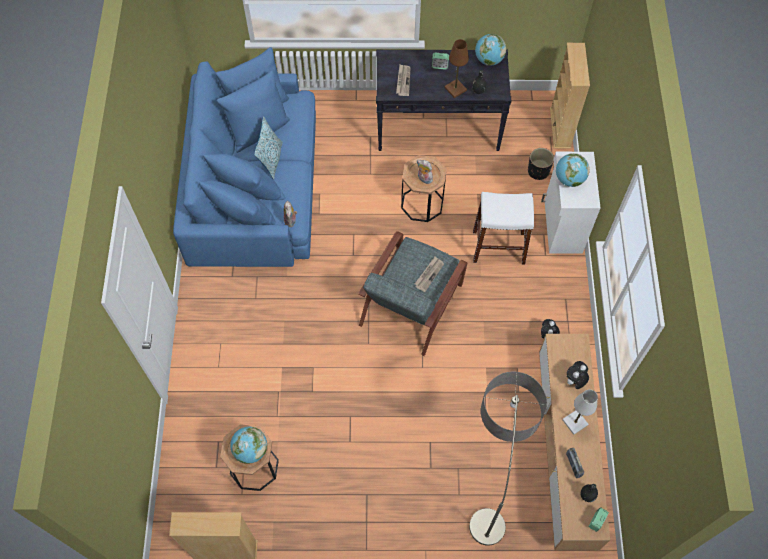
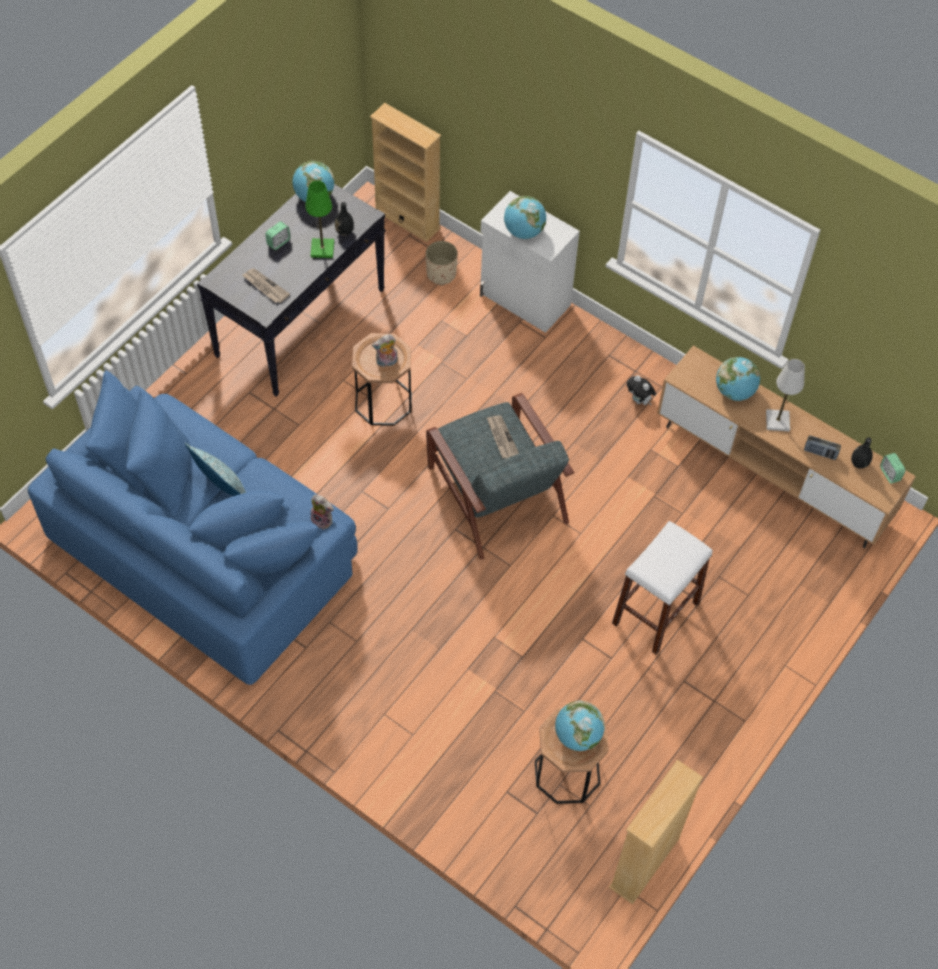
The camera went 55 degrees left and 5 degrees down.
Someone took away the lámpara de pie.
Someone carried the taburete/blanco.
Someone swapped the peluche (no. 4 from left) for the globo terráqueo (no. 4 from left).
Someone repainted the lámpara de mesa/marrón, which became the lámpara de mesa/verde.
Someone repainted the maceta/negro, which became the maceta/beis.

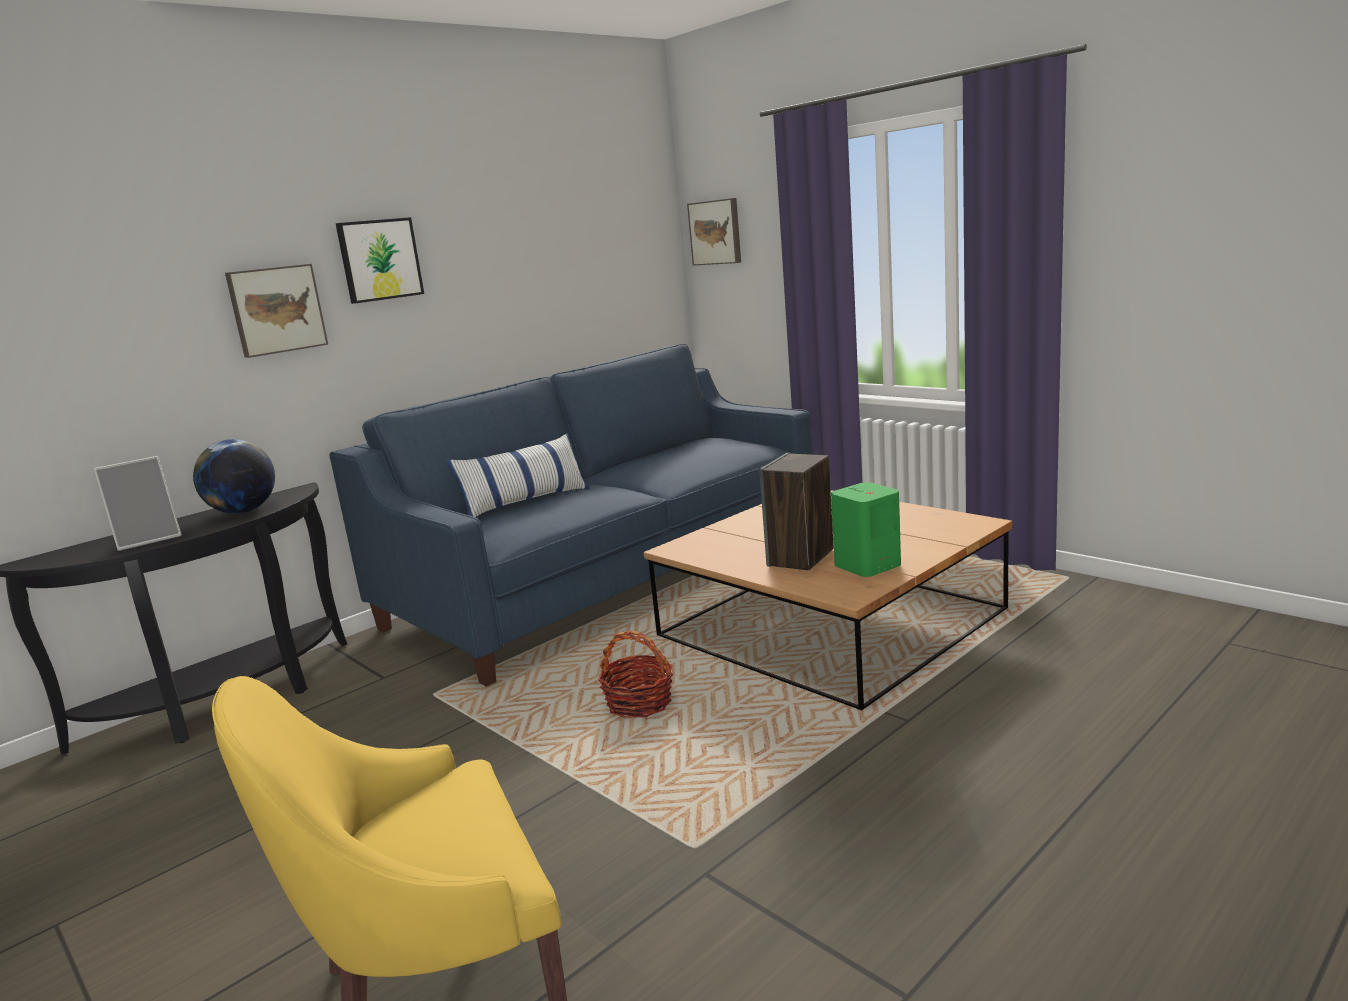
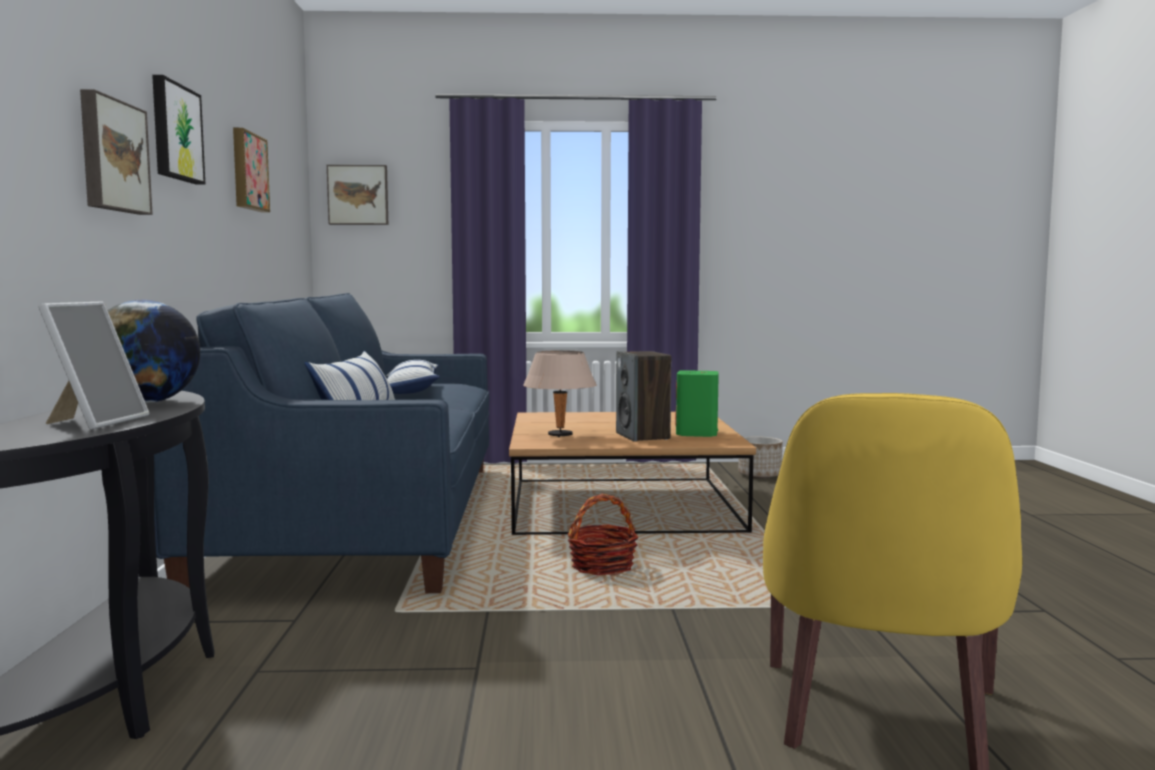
The camera went 50 degrees left and 10 degrees down.
Someone put up the cuadro (no. 3 from left).
Someone put down the cojín (no. 2 from left).
Someone put down the lámpara de mesa/beis.
Someone put down the maceta.

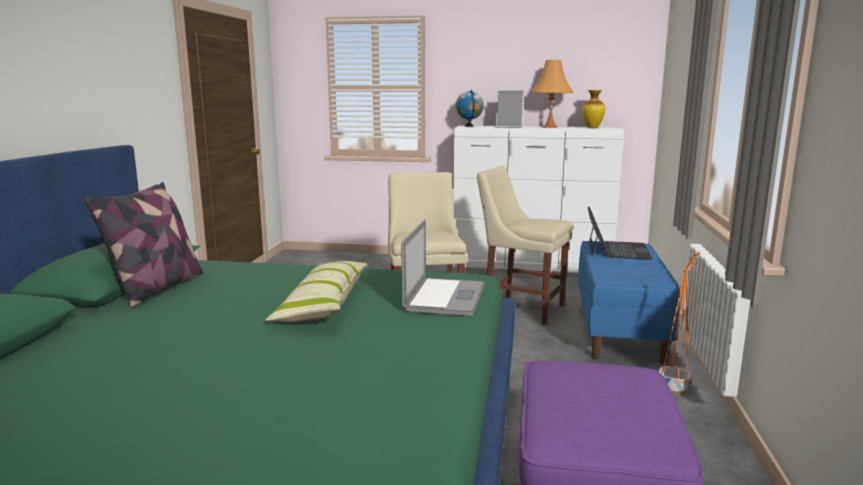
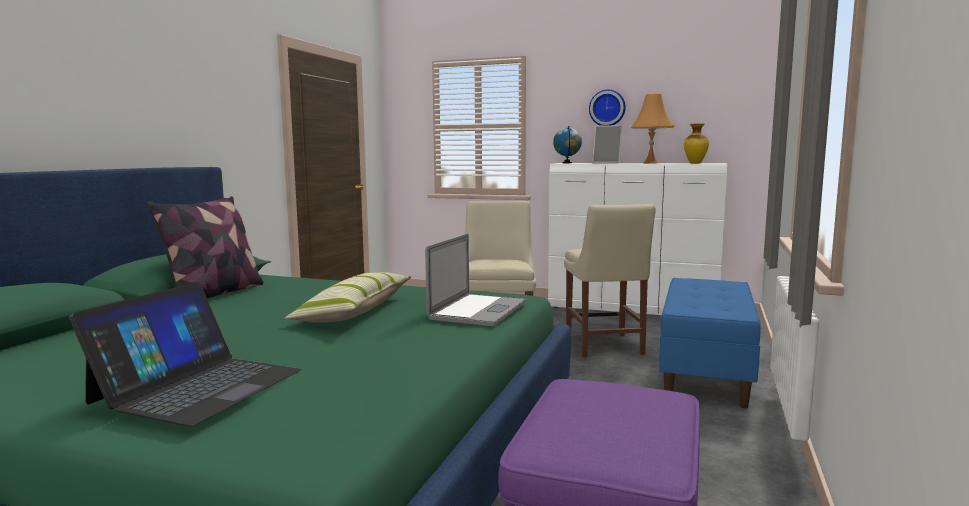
The camera went 10 degrees right and 5 degrees down.
Someone took away the maceta/naranja.
Someone put up the reloj de pared.
Someone carried the portátil (no. 2 from left in the first image).
Someone rotated the silla/beis (no. 2 from left) by 135 degrees counterclockwise.

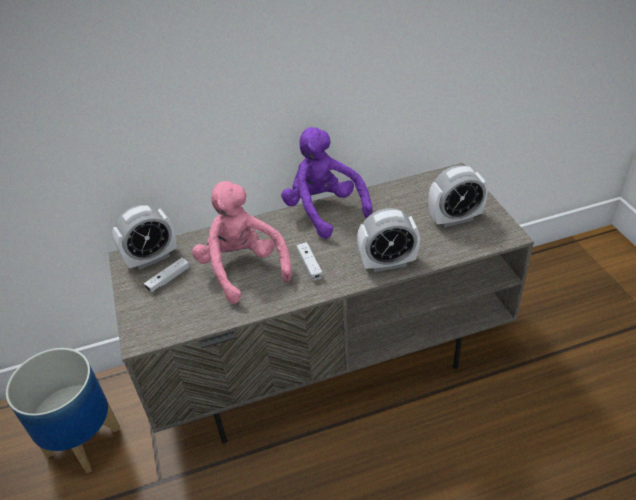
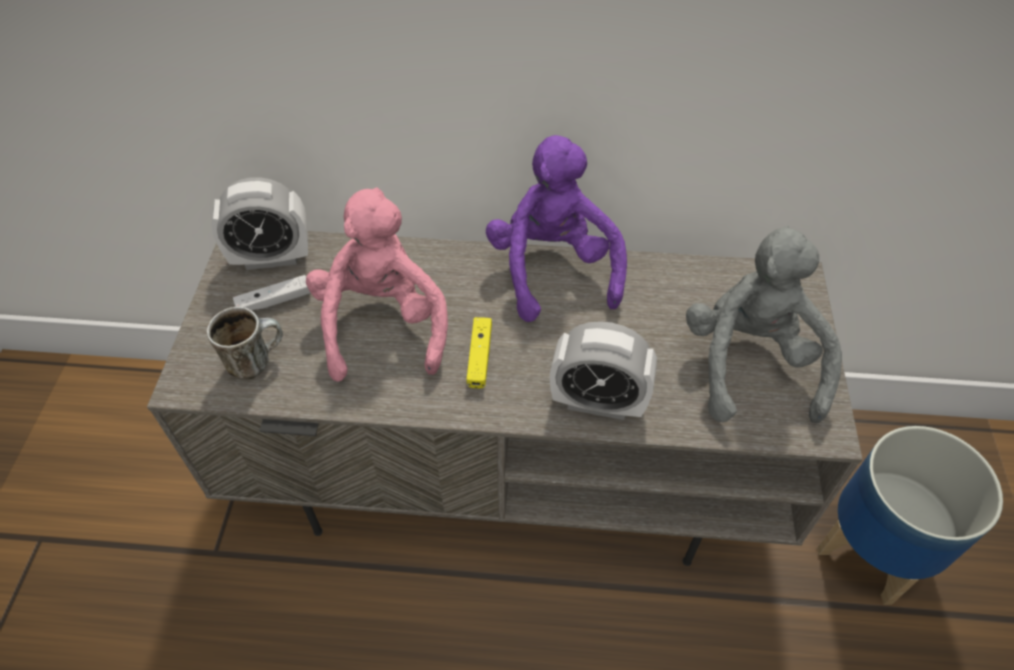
The camera went 20 degrees right and 10 degrees up.
Someone put down the taza grande.
Someone carried the maceta.
Someone swapped the despertador (no. 3 from left) for the peluche/gris.
Someone repainted the mando de consola/blanco (no. 2 from left), which became the mando de consola/amarillo.

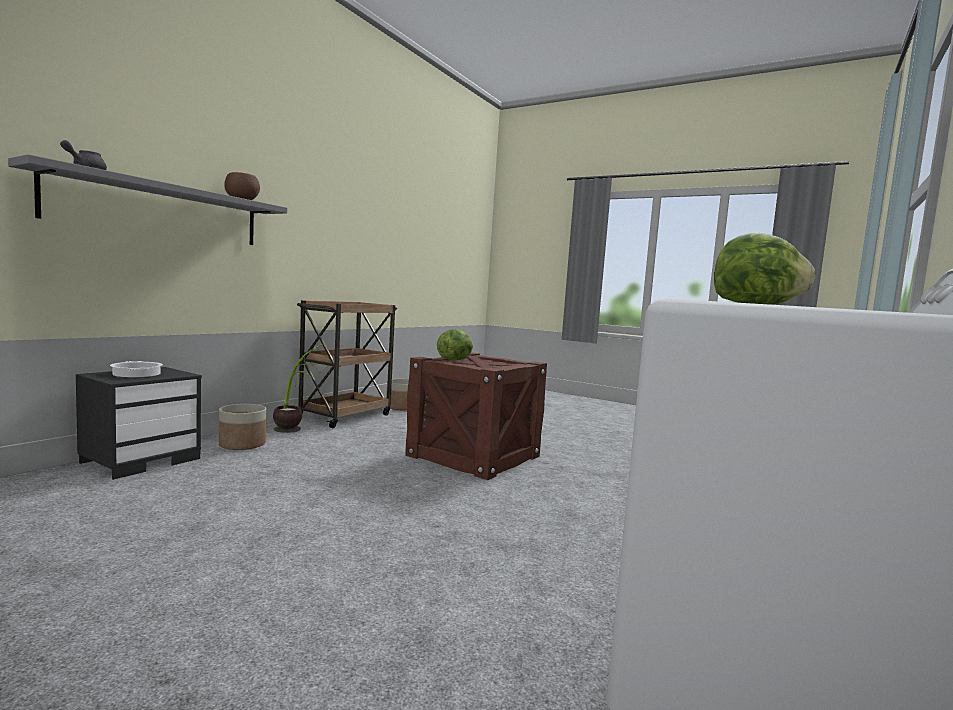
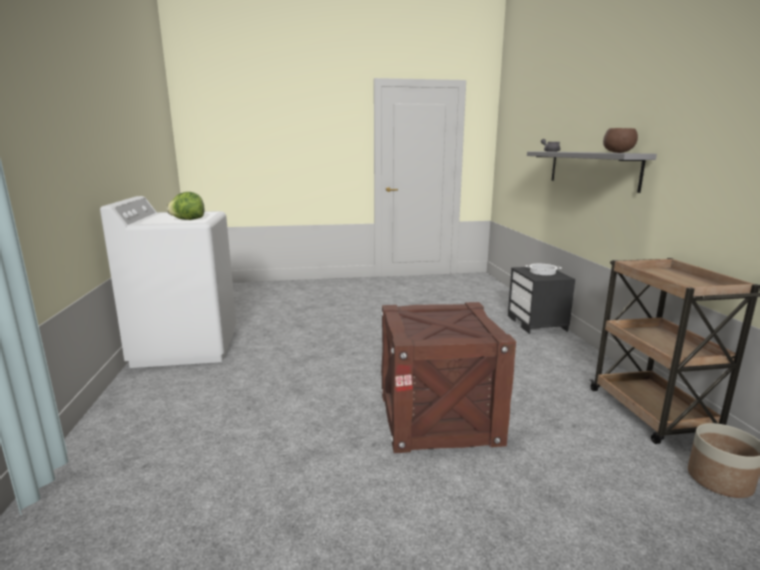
The camera went 140 degrees right and 10 degrees up.
Someone took away the maceta (no. 1 from left).
Someone took away the planta en maceta.
Someone took away the lechuga (no. 1 from left).

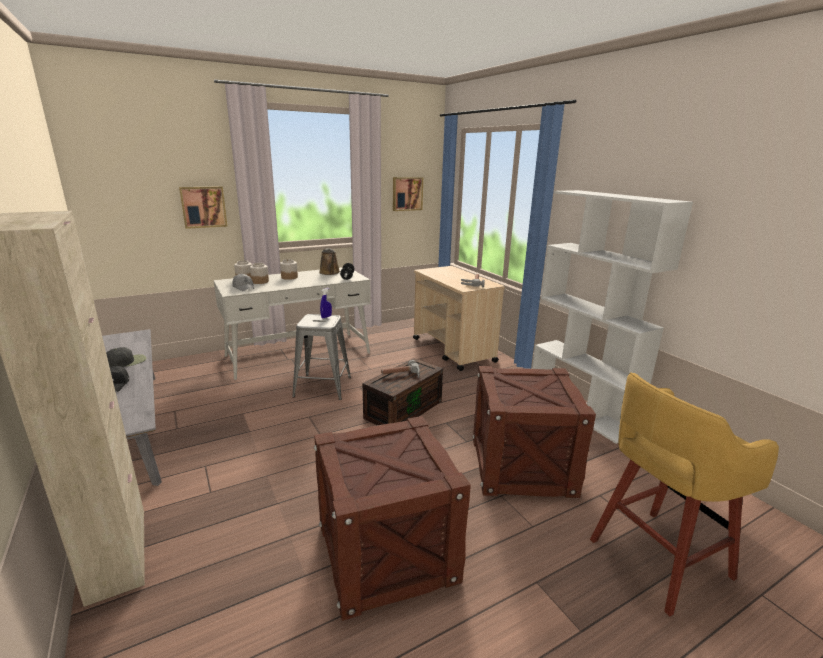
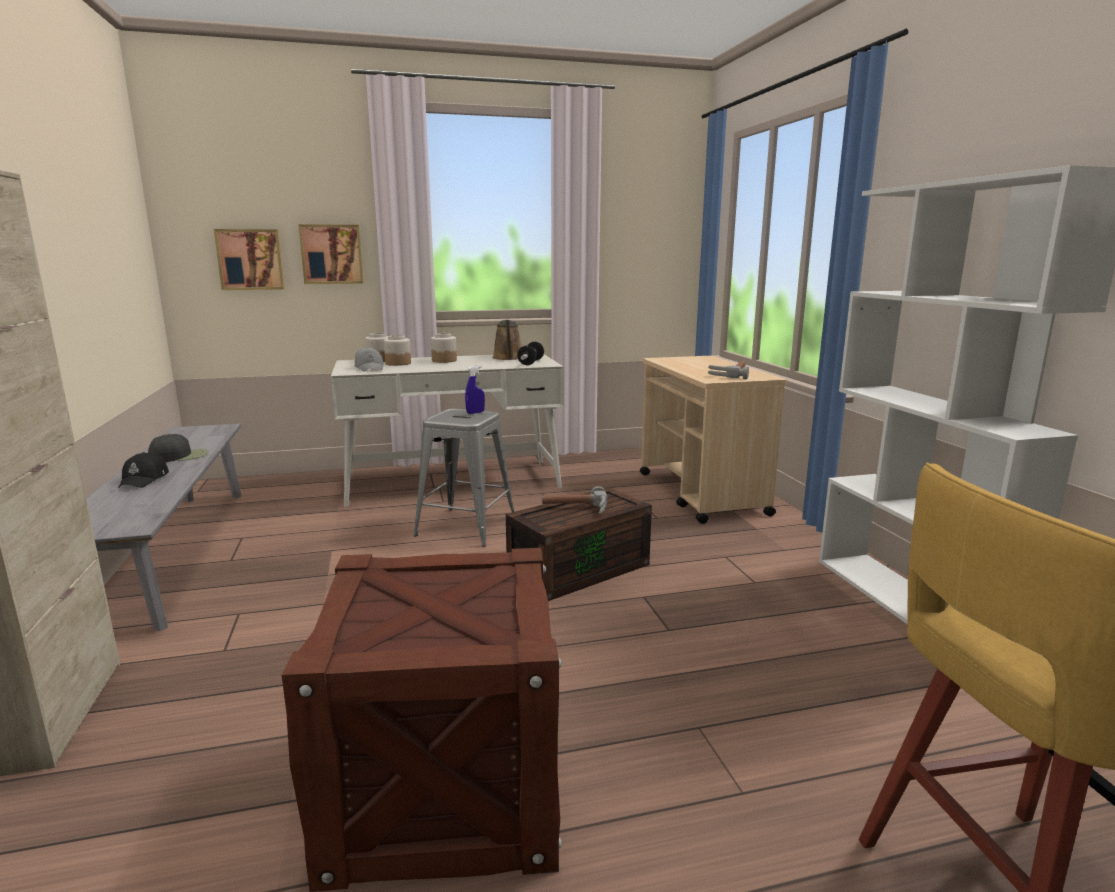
The camera went 15 degrees right and 5 degrees down.
Someone took away the caja de embalaje (no. 2 from left).
Someone carried the cuadro (no. 2 from left in the first image).

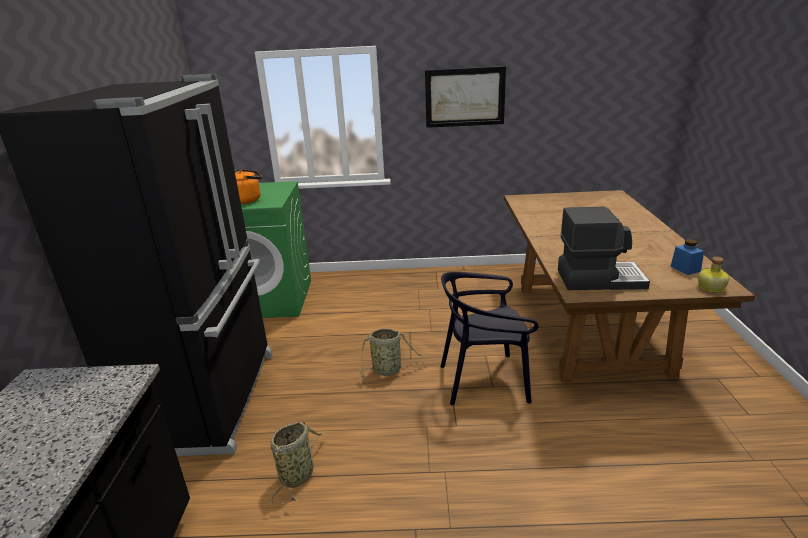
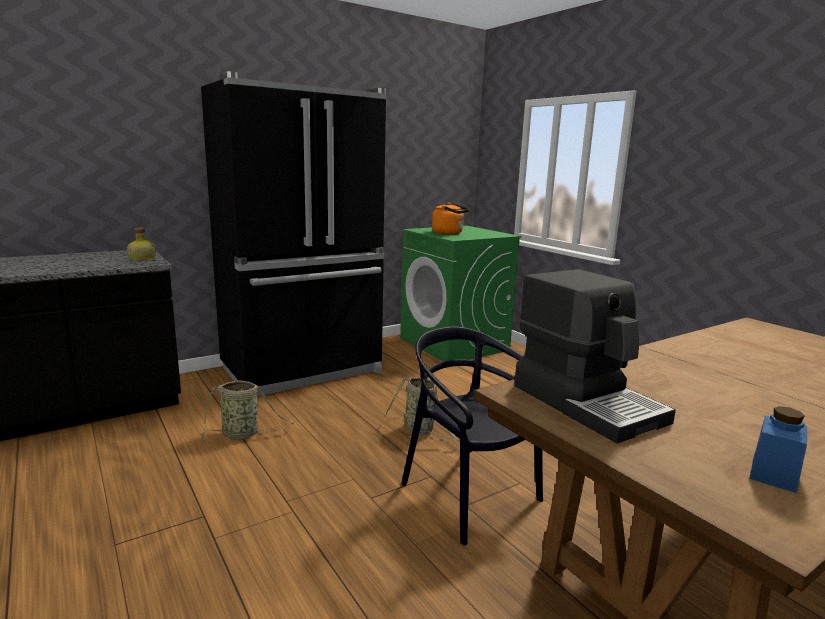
The camera went 55 degrees right and 10 degrees down.
Someone took away the cuadro.
Someone carried the botella.

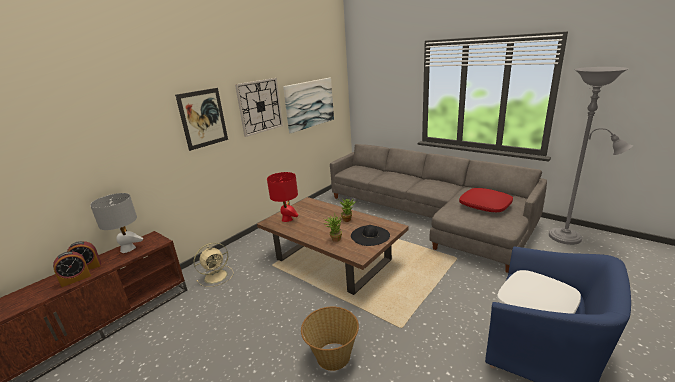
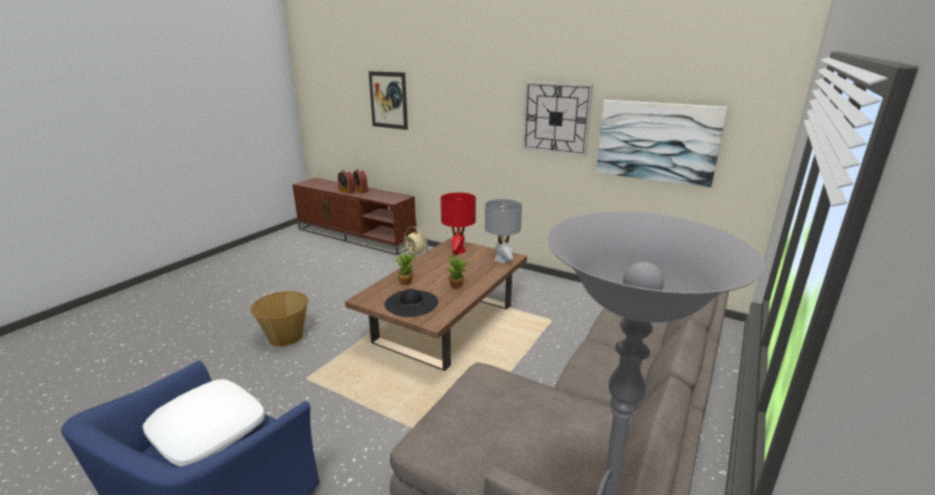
The camera went 80 degrees right and 0 degrees up.
Someone took away the cojín/rojo.
Someone carried the lámpara de mesa/gris.
Someone carried the cuadro (no. 1 from left).

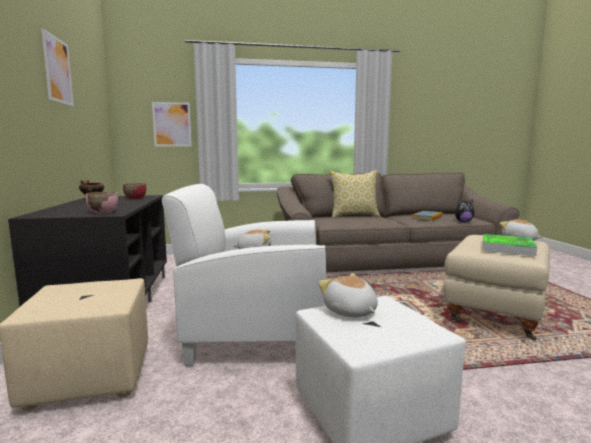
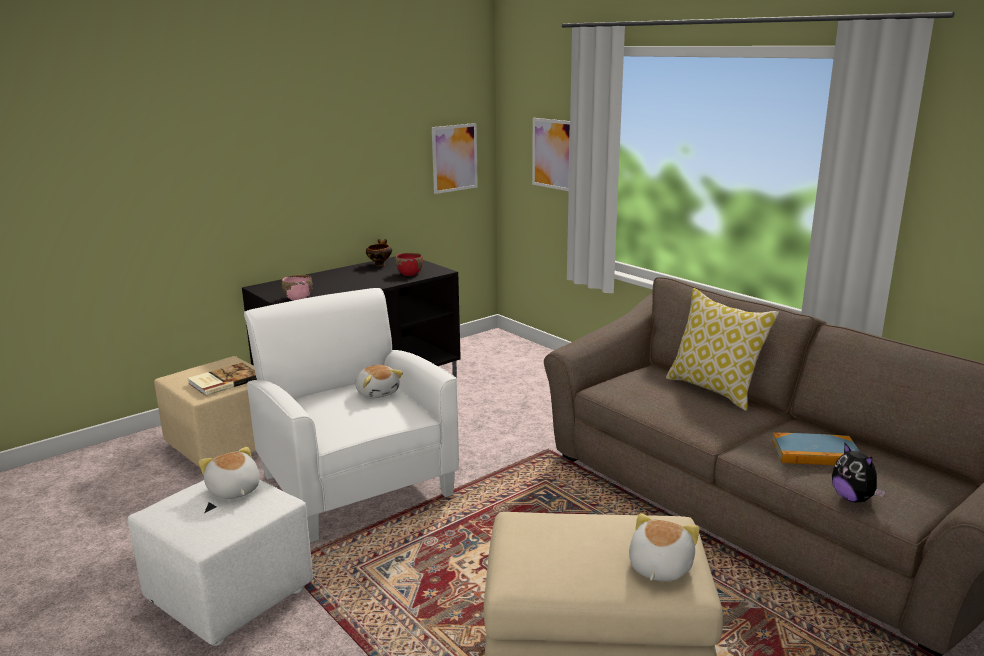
The camera went 60 degrees right and 10 degrees up.
Someone took away the bandeja.
Someone put down the libro (no. 1 from left).
Someone carried the cuadro (no. 1 from left).
Someone rotated the peluche (no. 2 from left in the first image) by 60 degrees counterclockwise.

